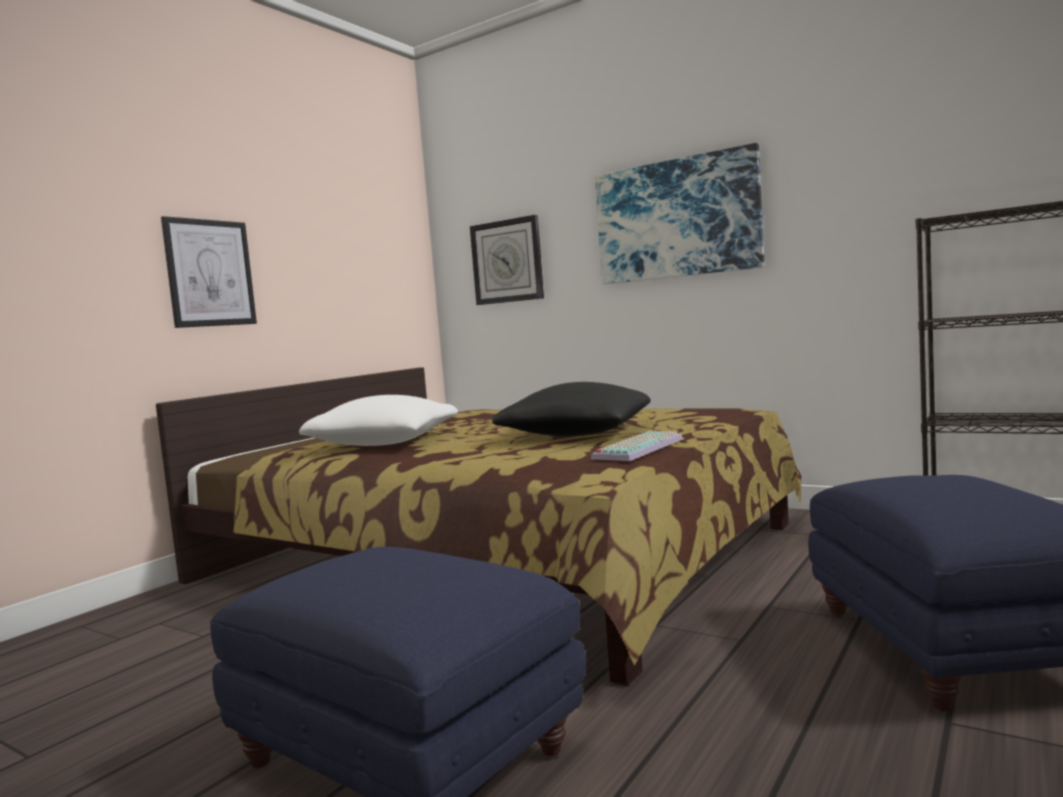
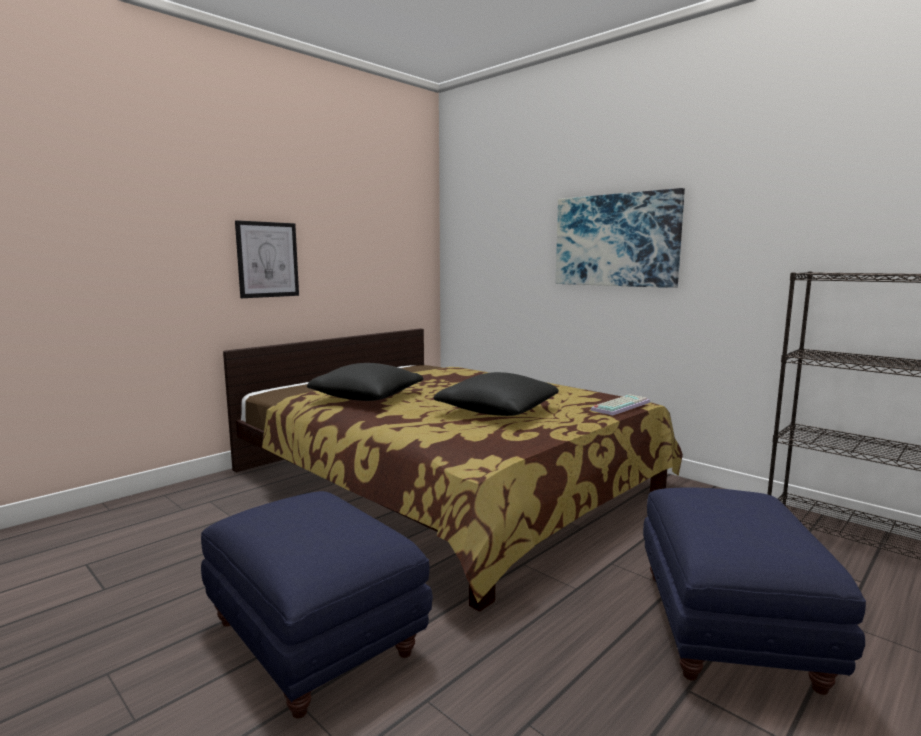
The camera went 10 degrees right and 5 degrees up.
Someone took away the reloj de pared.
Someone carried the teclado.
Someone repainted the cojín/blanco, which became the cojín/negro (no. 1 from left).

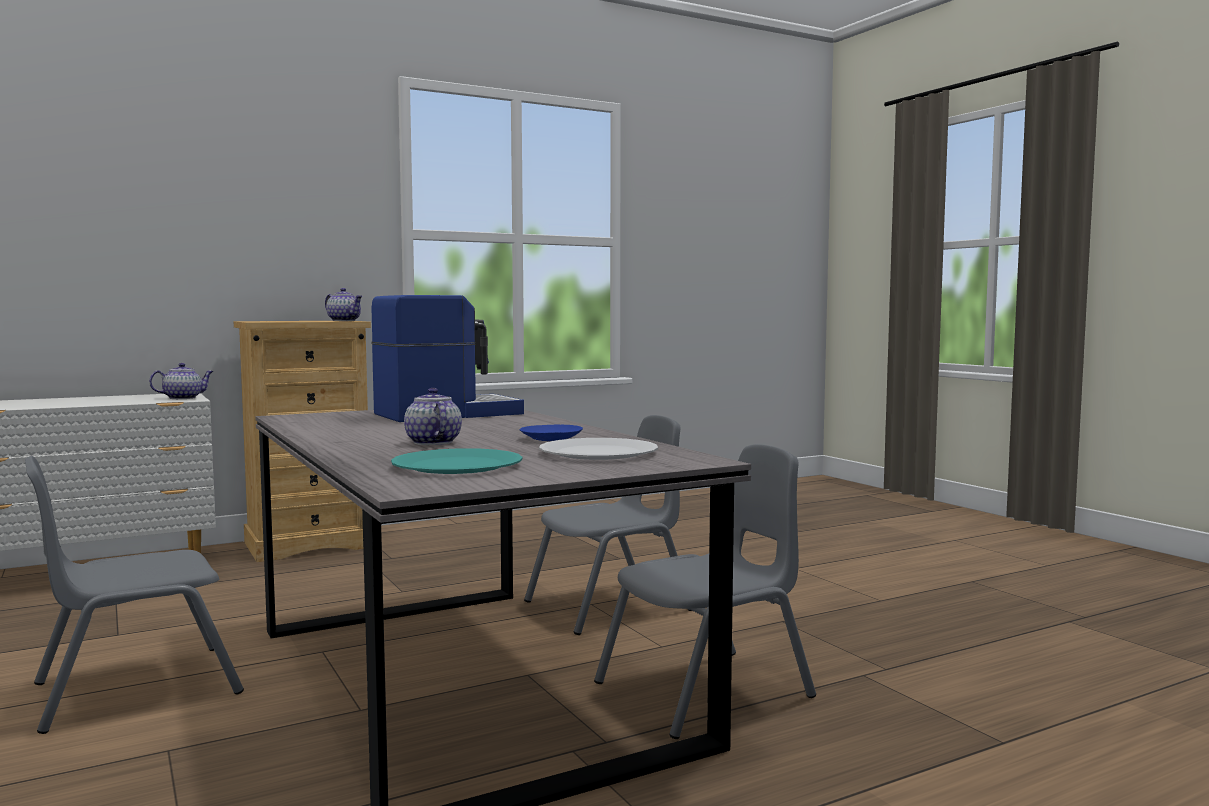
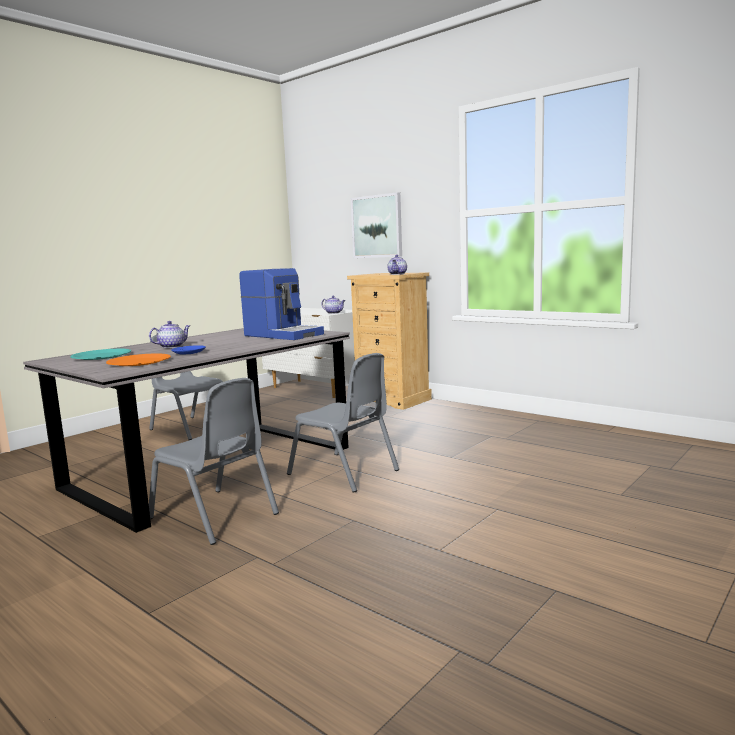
The camera went 70 degrees right and 5 degrees up.
Someone put up the cuadro.
Someone repainted the plato/blanco, which became the plato/naranja.

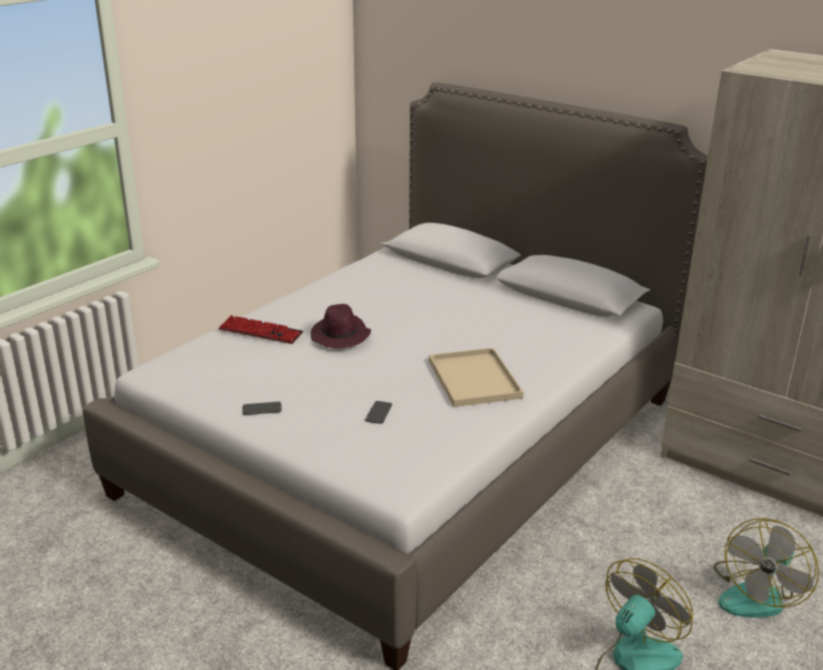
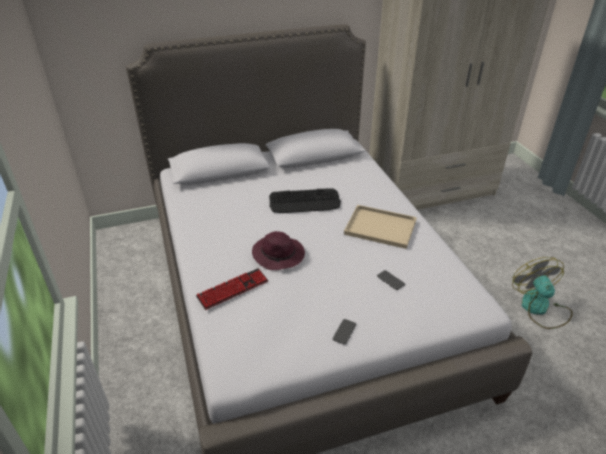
The camera went 55 degrees left and 10 degrees up.
Someone took away the ventilador (no. 2 from left).
Someone put down the teclado (no. 2 from left).

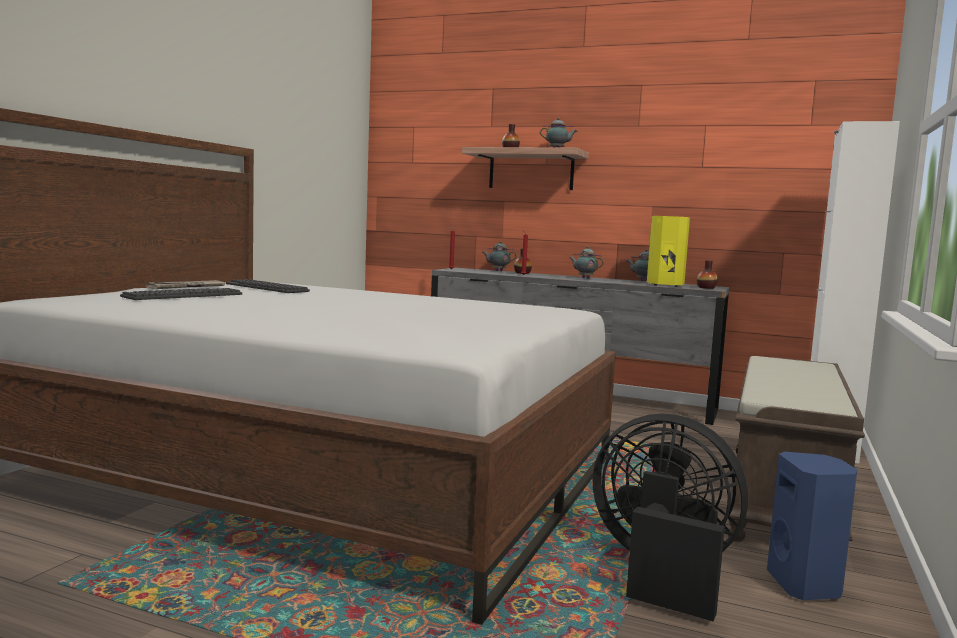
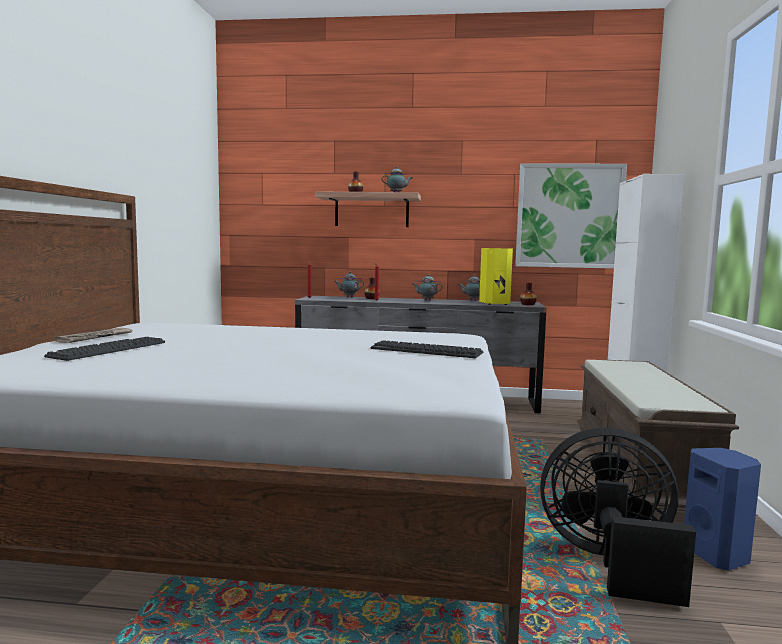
The camera went 15 degrees left and 0 degrees up.
Someone put up the cuadro.
Someone carried the teclado (no. 2 from left).

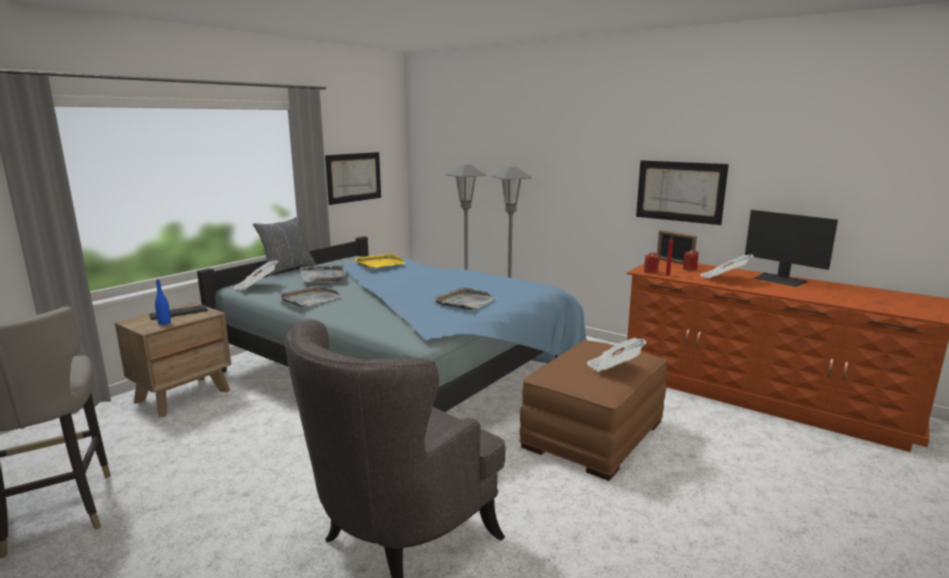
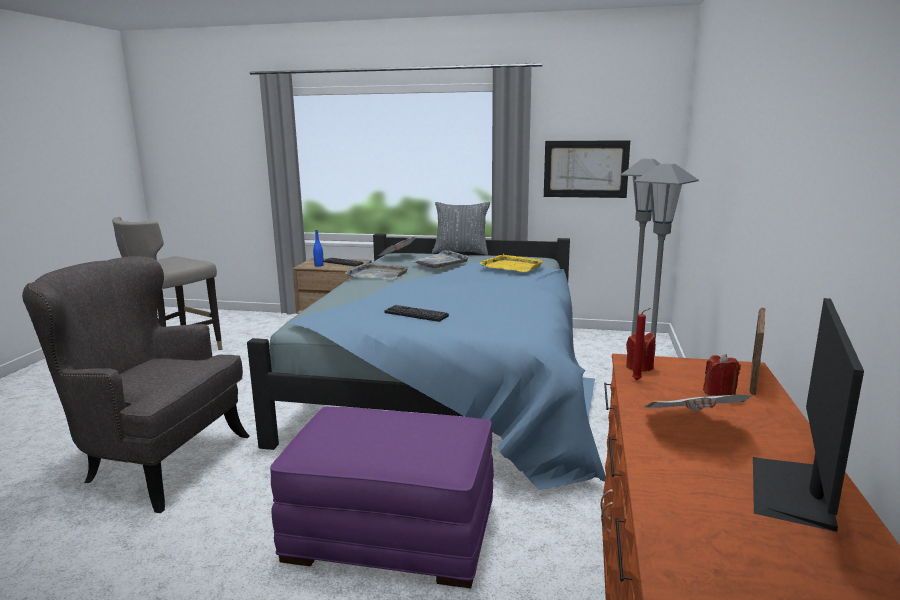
The camera went 65 degrees right and 0 degrees up.
Someone took away the periódico (no. 2 from left).
Someone took away the cuadro (no. 2 from left).
Someone swapped the bandeja/gris (no. 3 from left) for the teclado (no. 2 from left).
Someone repainted the puf/marrón, which became the puf/morado.

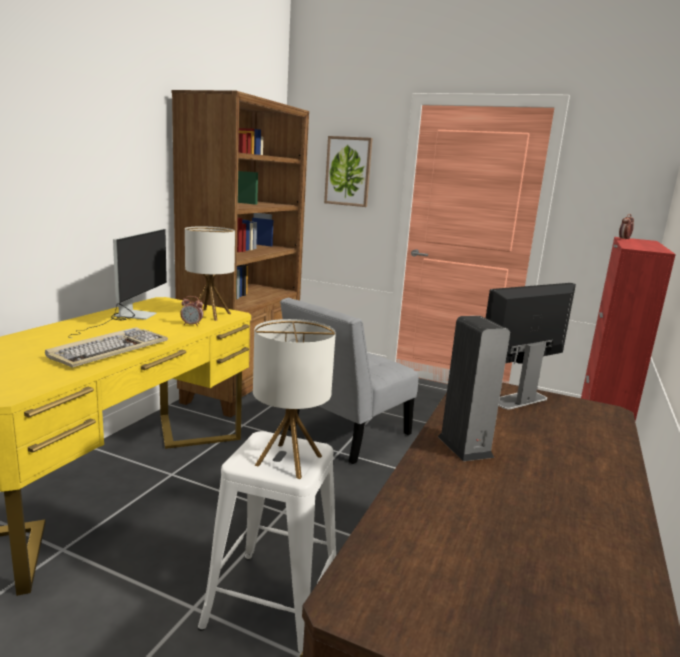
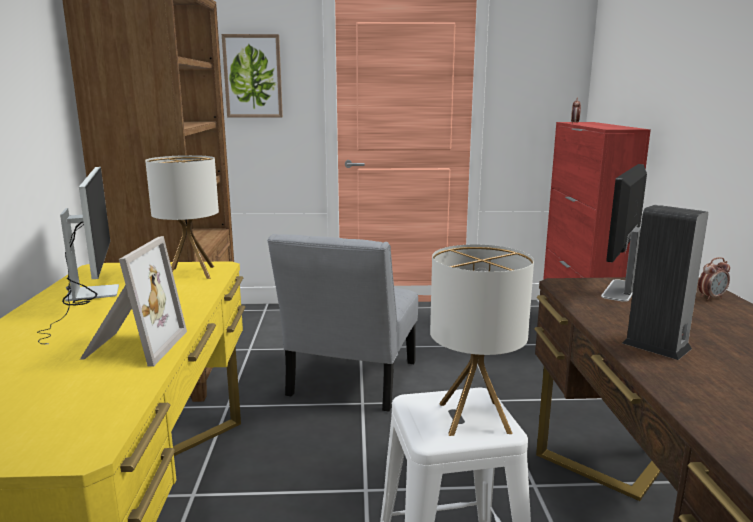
The camera went 25 degrees left and 0 degrees up.
Someone carried the despertador (no. 1 from left in the first image).
Someone swapped the teclado for the portarretratos.

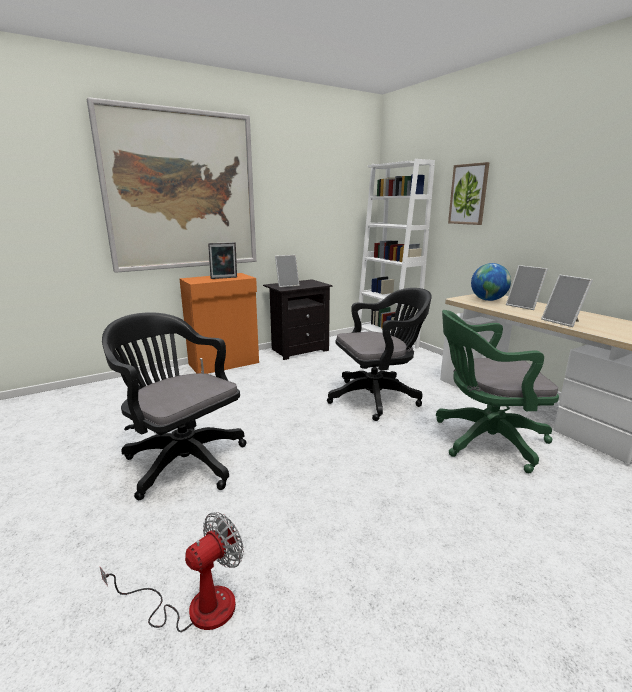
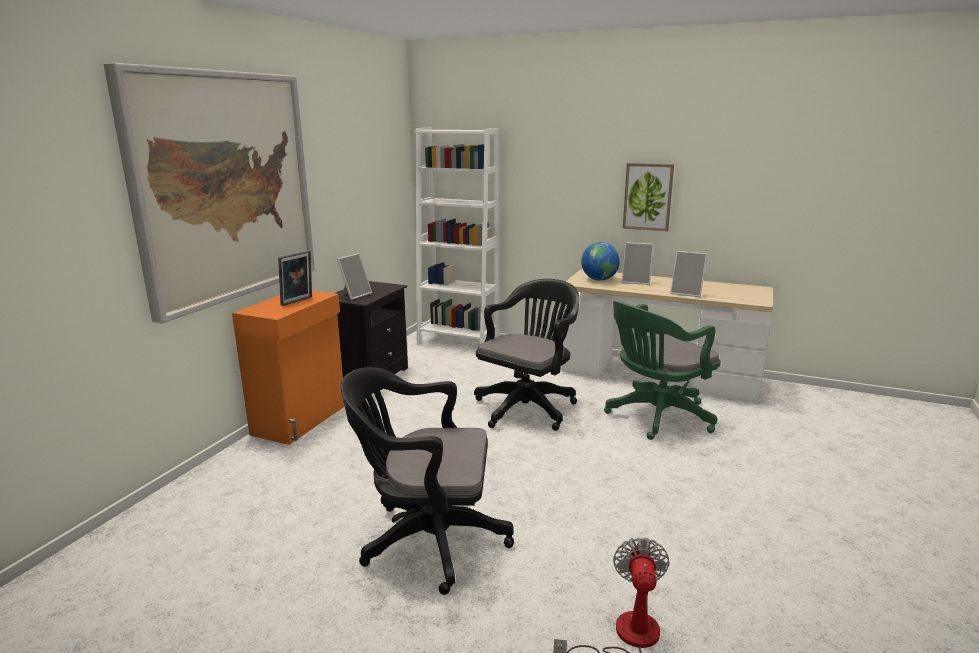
The camera went 35 degrees left and 0 degrees up.
Someone carried the cuadro (no. 2 from left).

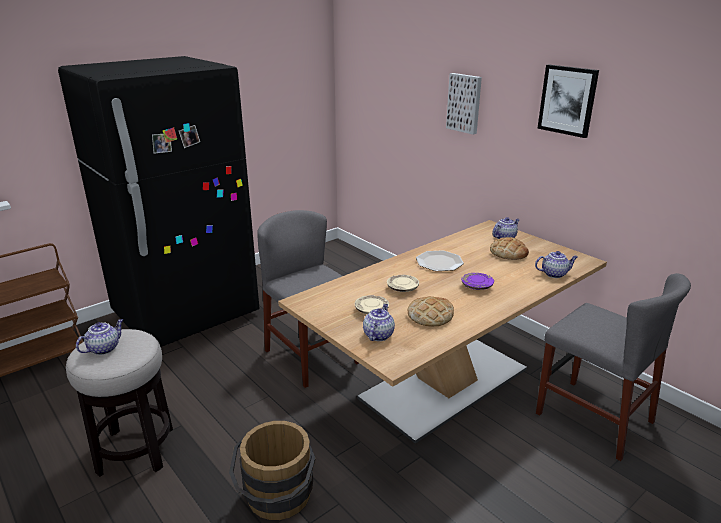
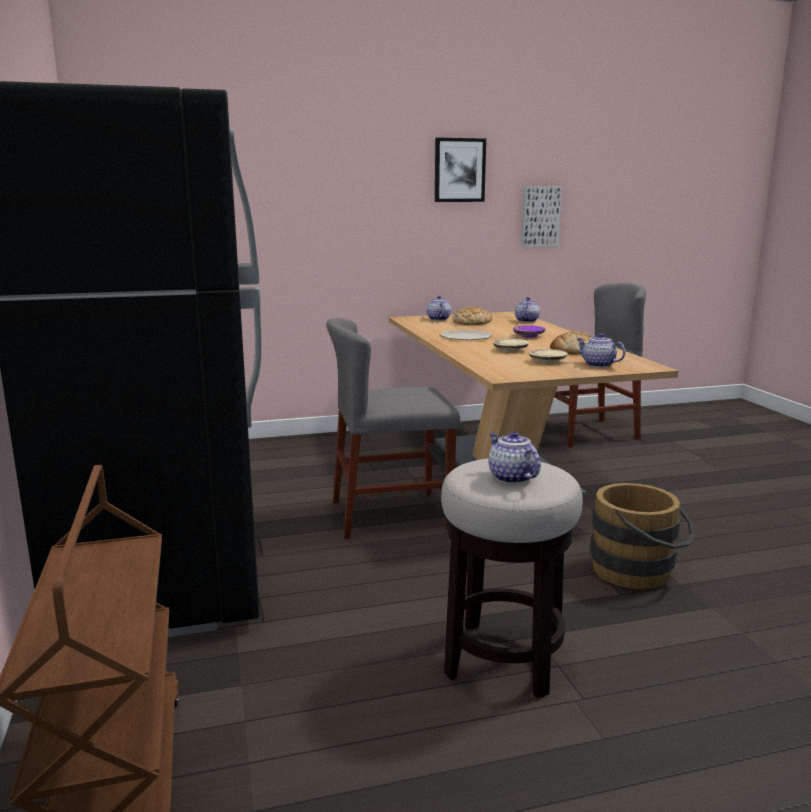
The camera went 65 degrees left and 10 degrees down.
Someone carried the cuadro (no. 1 from left in the first image).

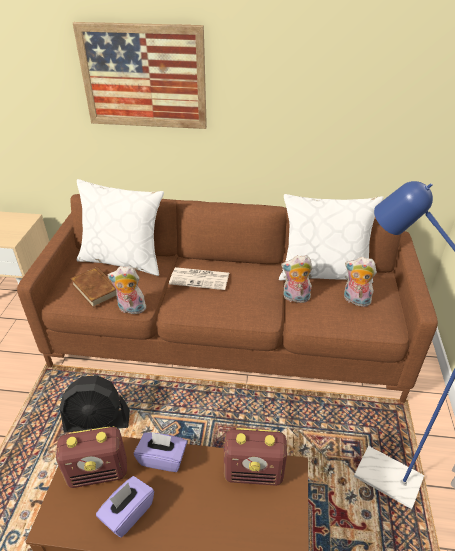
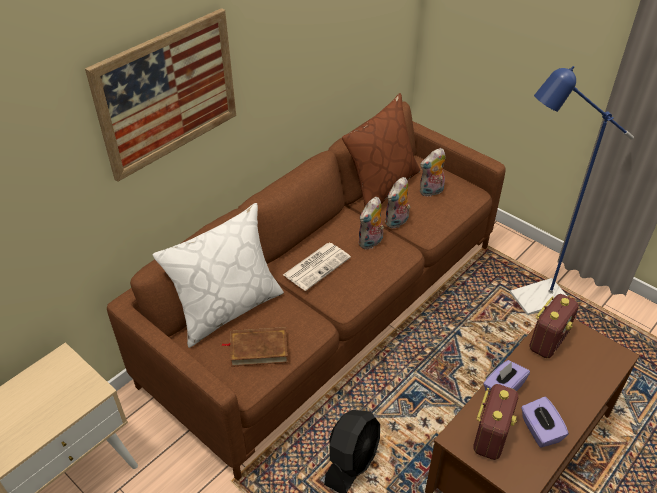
The camera went 55 degrees left and 5 degrees up.
Someone carried the peluche (no. 1 from left).
Someone repainted the cojín/blanco (no. 2 from left), which became the cojín/marrón.

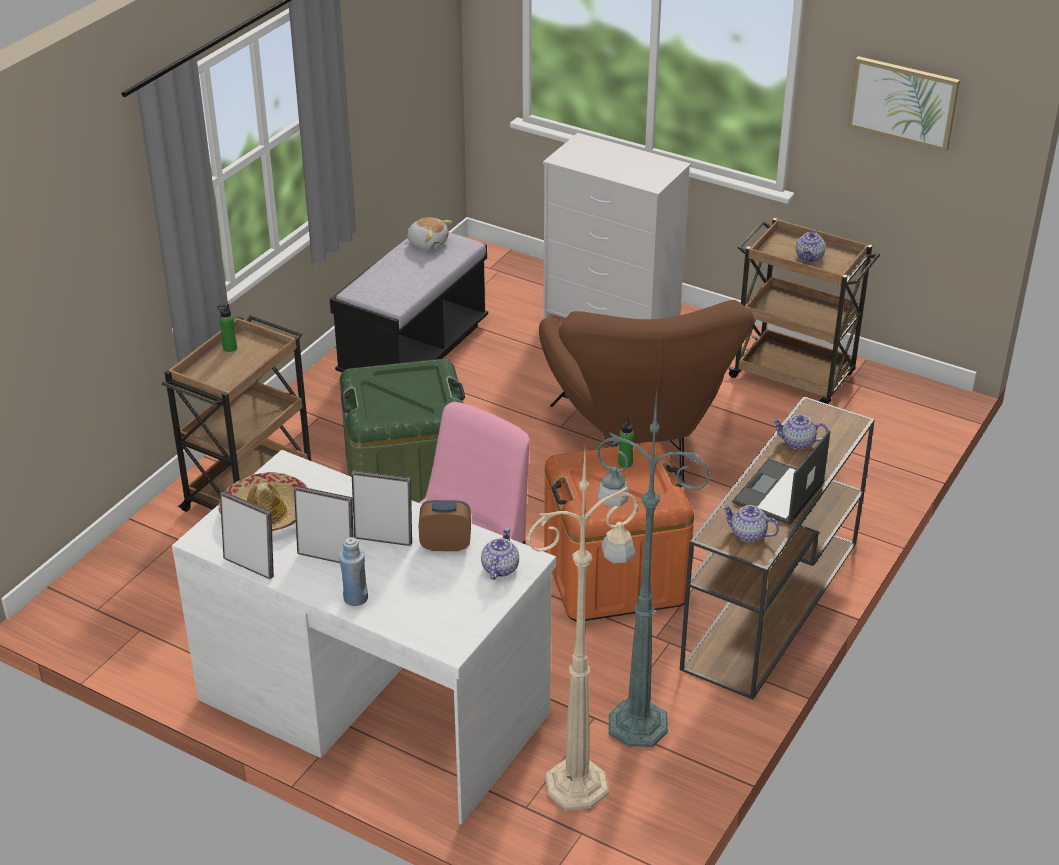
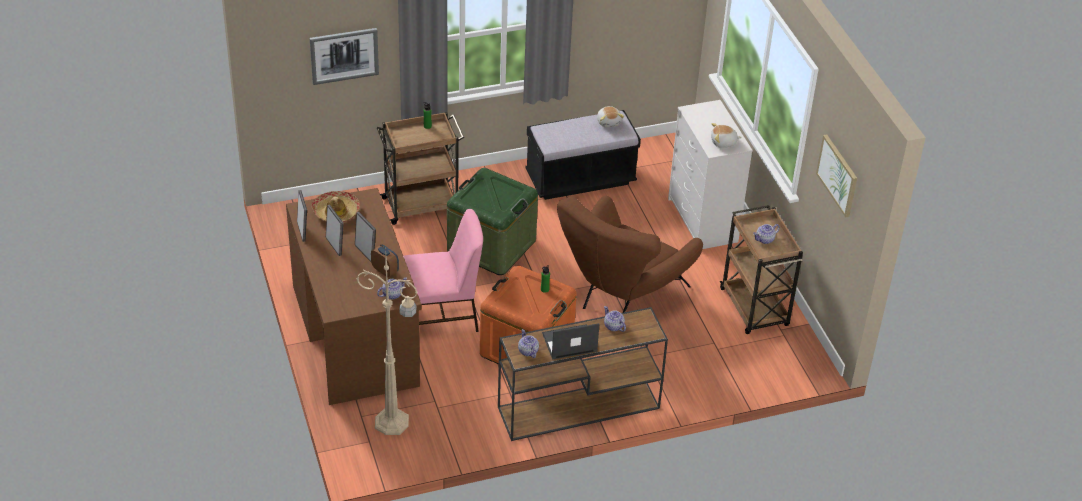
The camera went 40 degrees right and 5 degrees up.
Someone took away the botella/azul.
Someone took away the lámpara de pie/verde.
Someone put up the cuadro (no. 1 from left).
Someone put down the peluche (no. 2 from left).
Someone repainted the escritorio/blanco, which became the escritorio/marrón.

